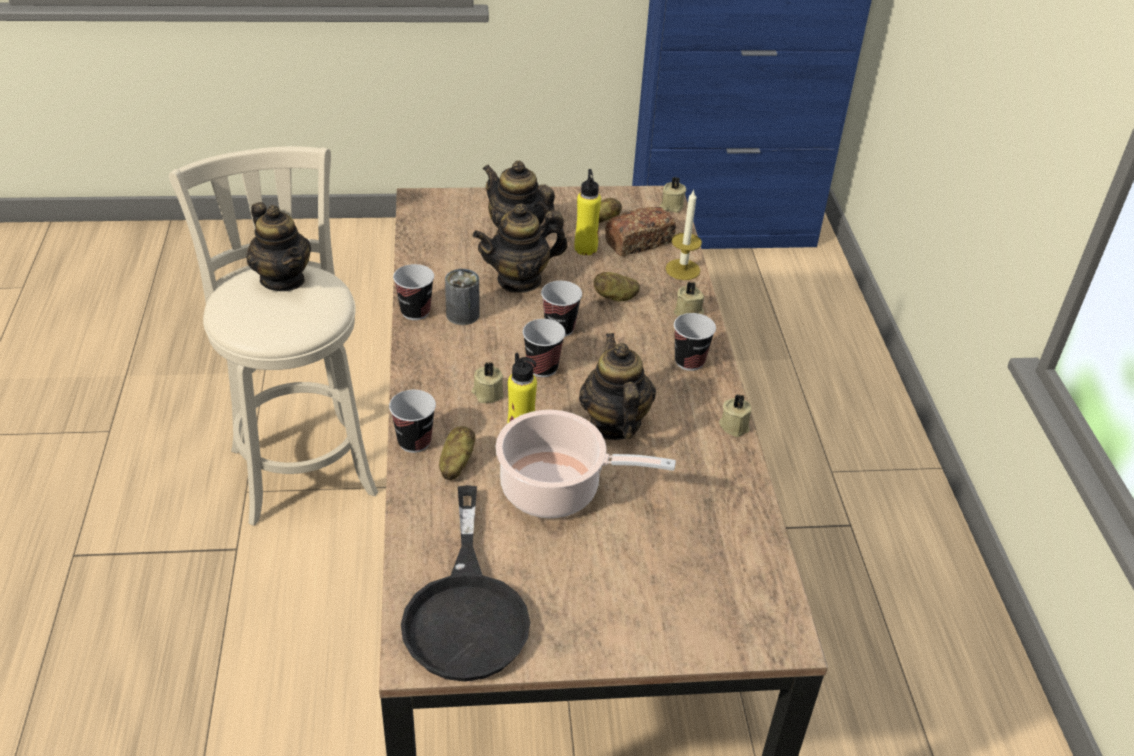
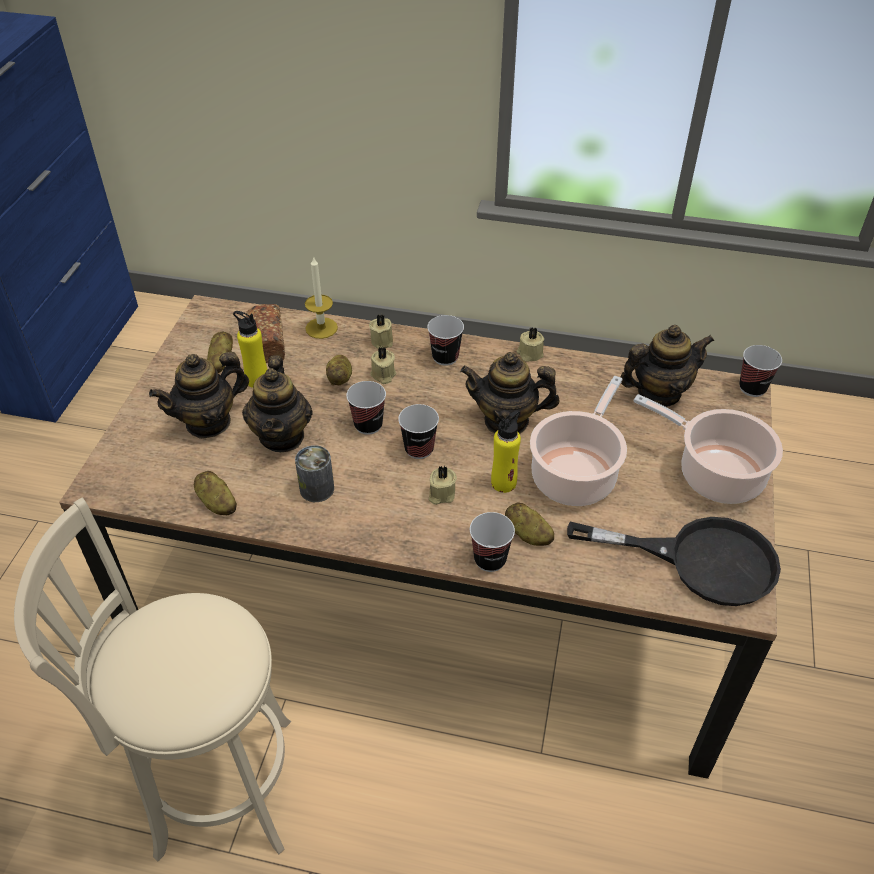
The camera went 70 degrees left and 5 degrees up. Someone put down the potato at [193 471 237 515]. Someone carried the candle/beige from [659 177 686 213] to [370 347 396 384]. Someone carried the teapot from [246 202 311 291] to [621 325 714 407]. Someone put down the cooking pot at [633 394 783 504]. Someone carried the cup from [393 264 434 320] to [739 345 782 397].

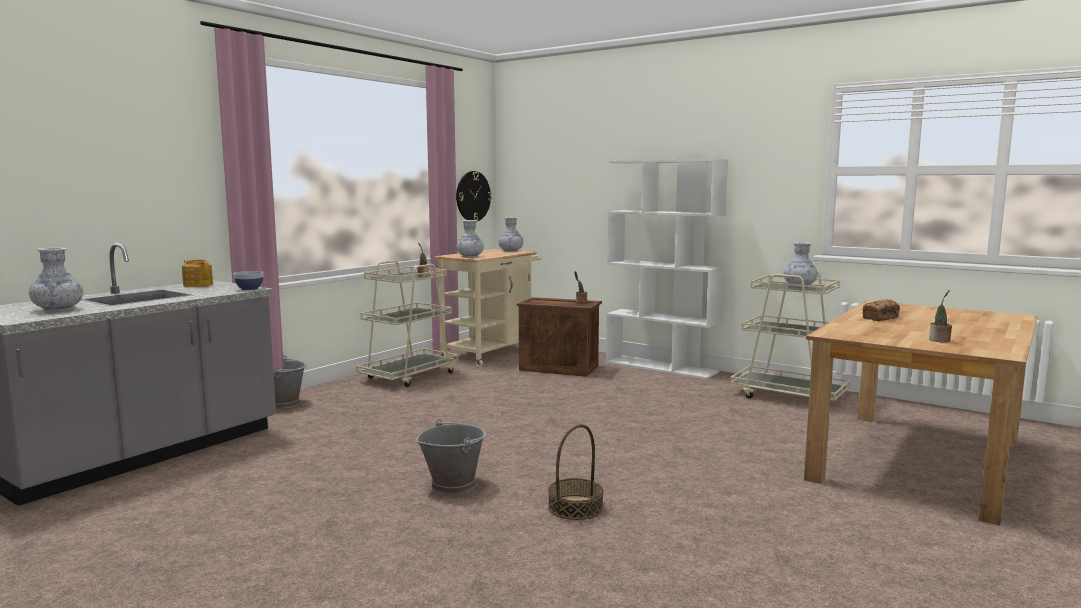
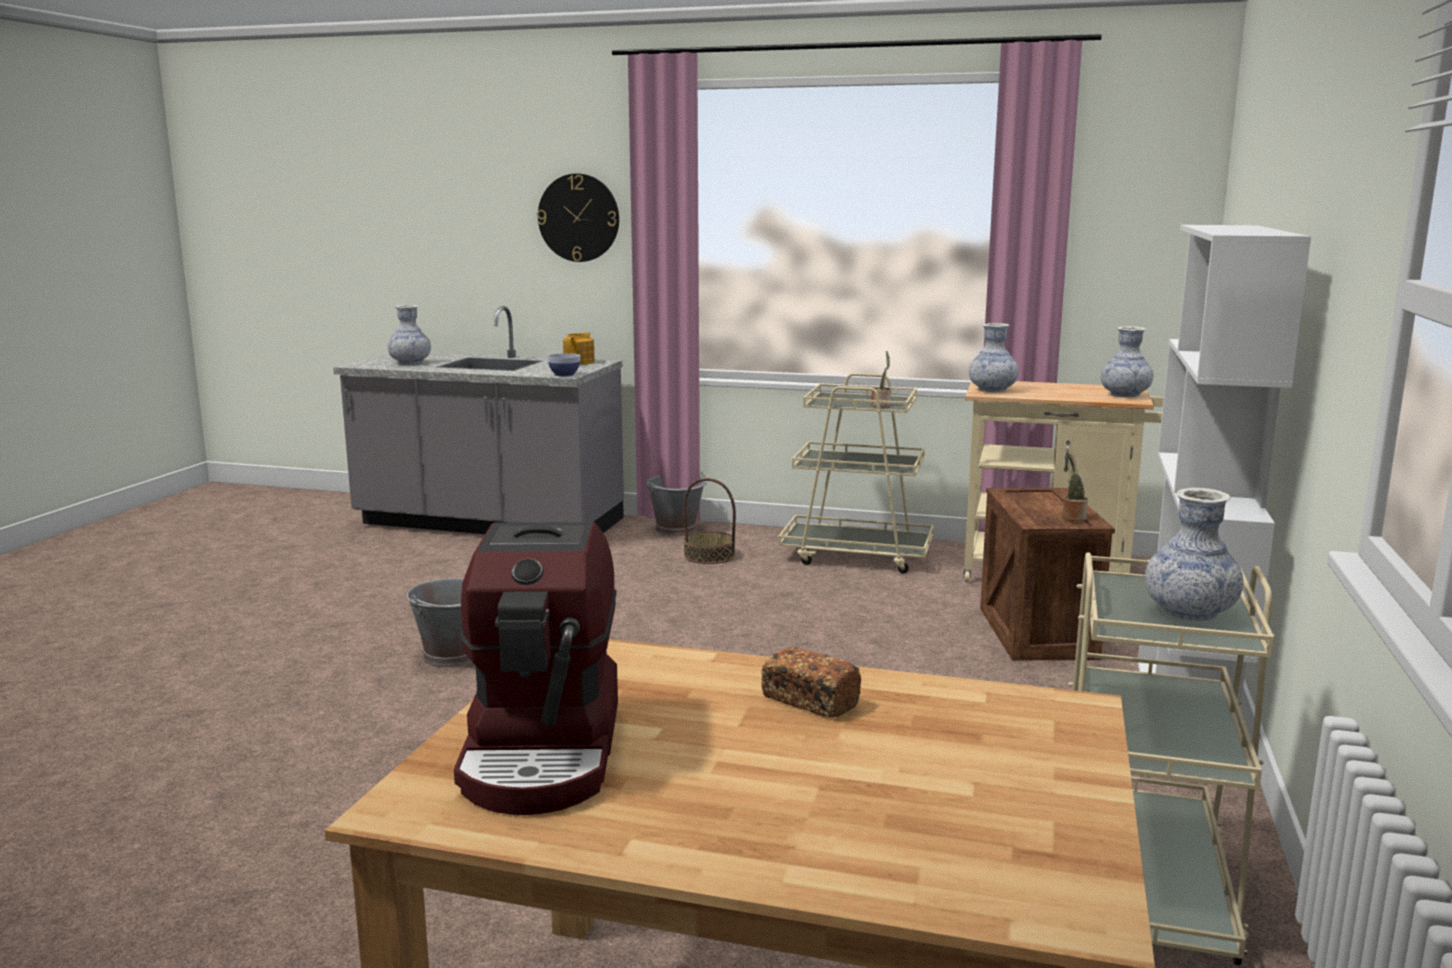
The camera went 70 degrees right and 5 degrees up. Someone swapped the potted plant at [929 290 952 343] for the coffee machine at [454 522 618 815]. Someone carried the wall clock from [456 171 492 221] to [537 174 619 262]. Someone carried the basket from [548 424 604 520] to [683 478 736 564].

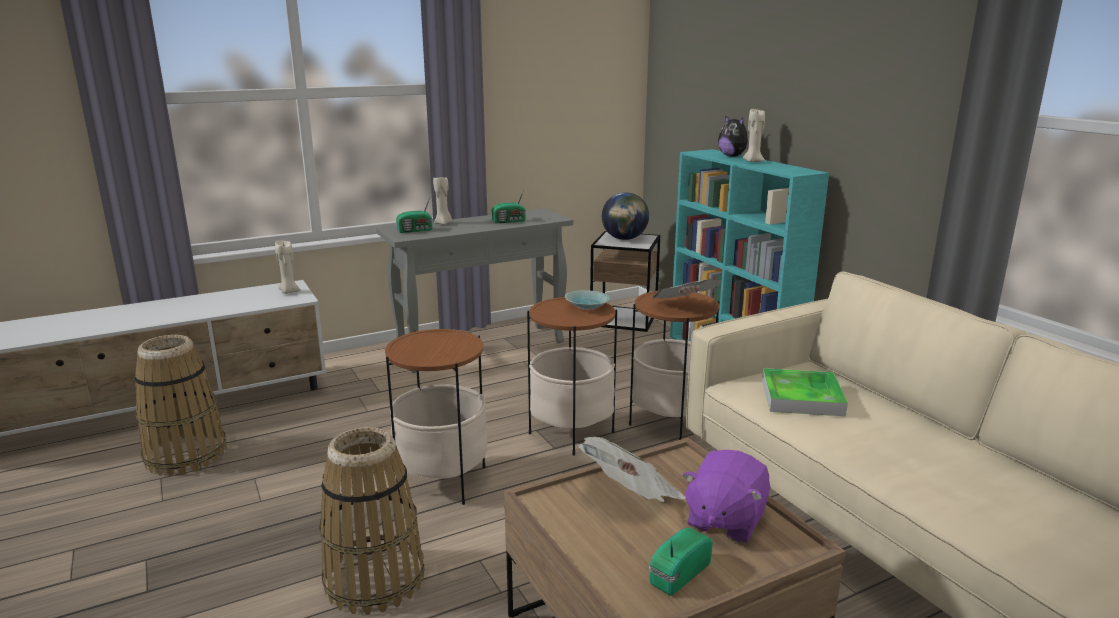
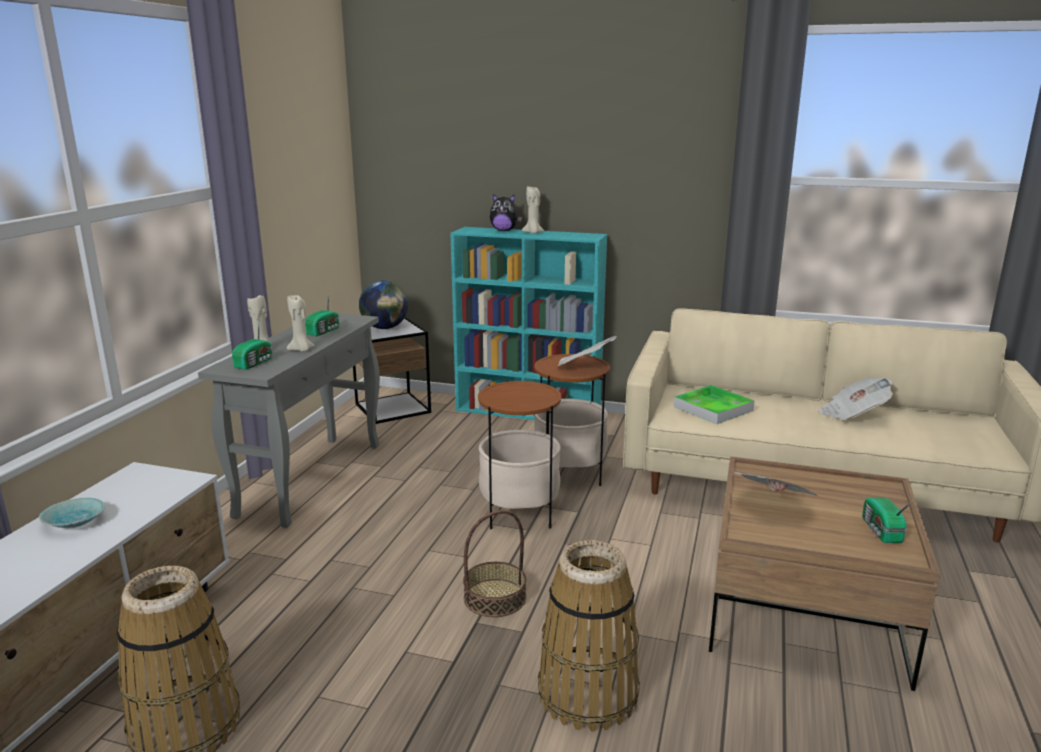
The camera went 45 degrees left and 0 degrees up. Someone carried the bowl/turquoise from [565 290 610 310] to [39 498 105 528]. Someone carried the candle/beige from [275 240 301 294] to [287 295 314 351]. Someone swapped the side table at [385 329 487 505] for the basket at [463 510 527 617]. Someone put down the newspaper at [818 377 893 421]. Someone took away the plush toy/purple at [682 450 770 543].

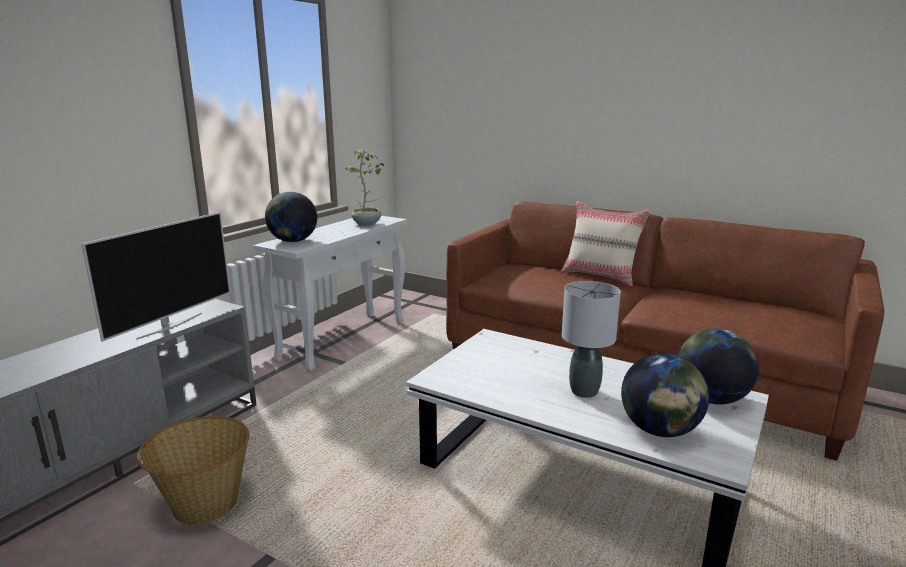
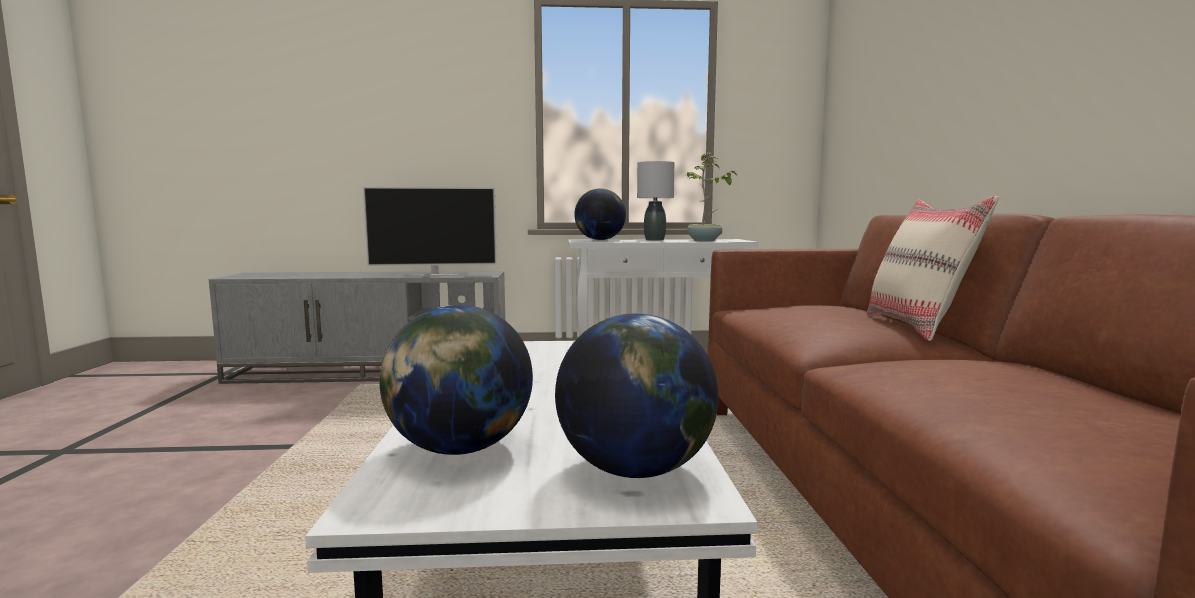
The camera went 55 degrees right and 10 degrees down. Someone carried the table lamp/grey from [562 281 621 398] to [637 161 674 240]. Someone took away the basket at [137 416 250 525].

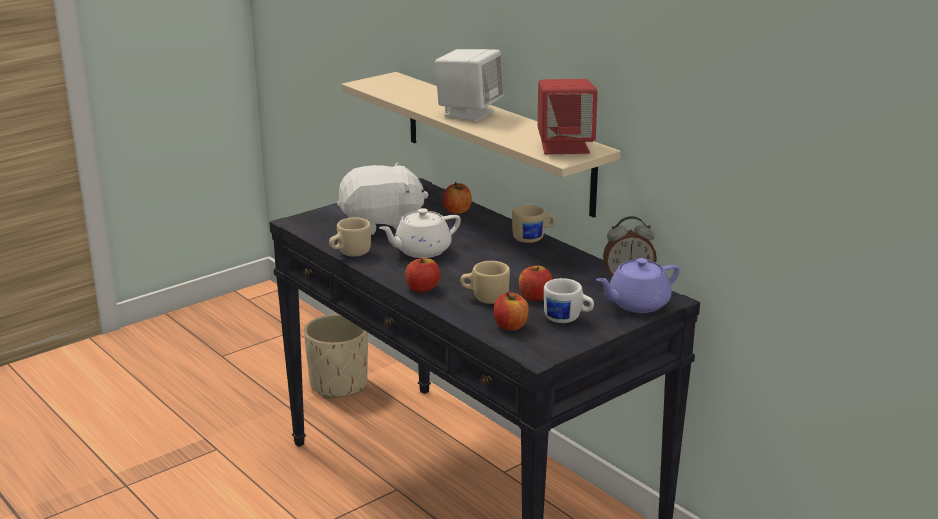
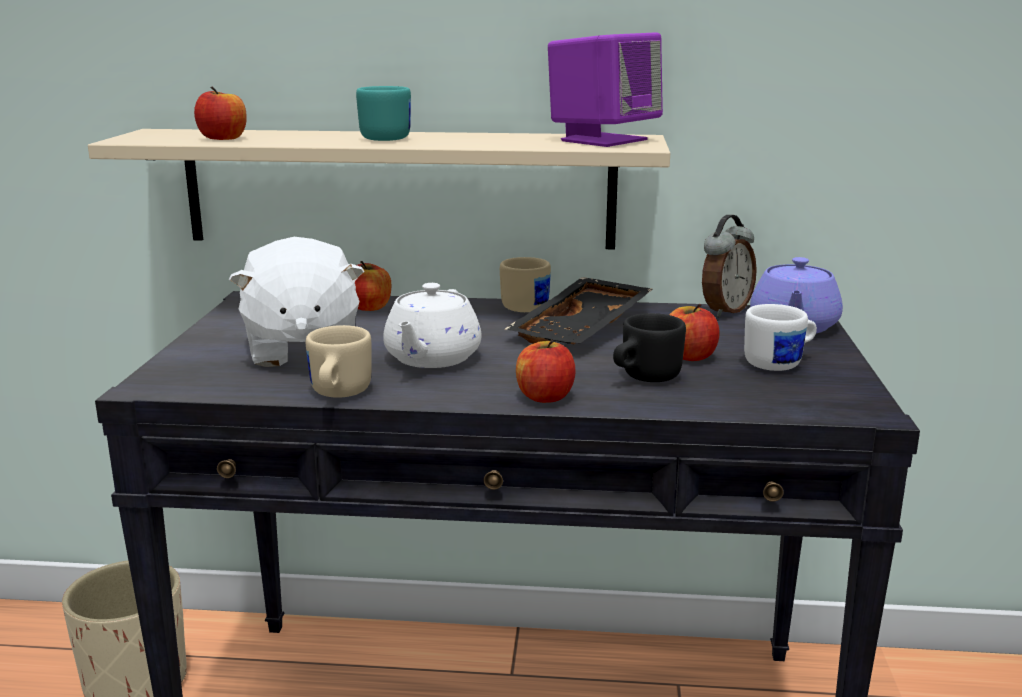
The camera went 45 degrees left and 5 degrees down. Someone carried the apple from [494 292 529 330] to [194 87 247 140]. Someone rotated the plush toy/white at [337 163 429 235] by 135 degrees clockwise. Someone swapped the speaker/white at [435 49 503 122] for the mug/turquoise at [356 86 411 141]. Someone put down the tray/black at [505 277 653 344]. Someone repainted the speaker/red at [538 79 597 154], which became the speaker/purple at [548 32 663 147]. Someone repainted the mug/beige at [460 261 510 304], which became the mug/black at [613 313 686 382].

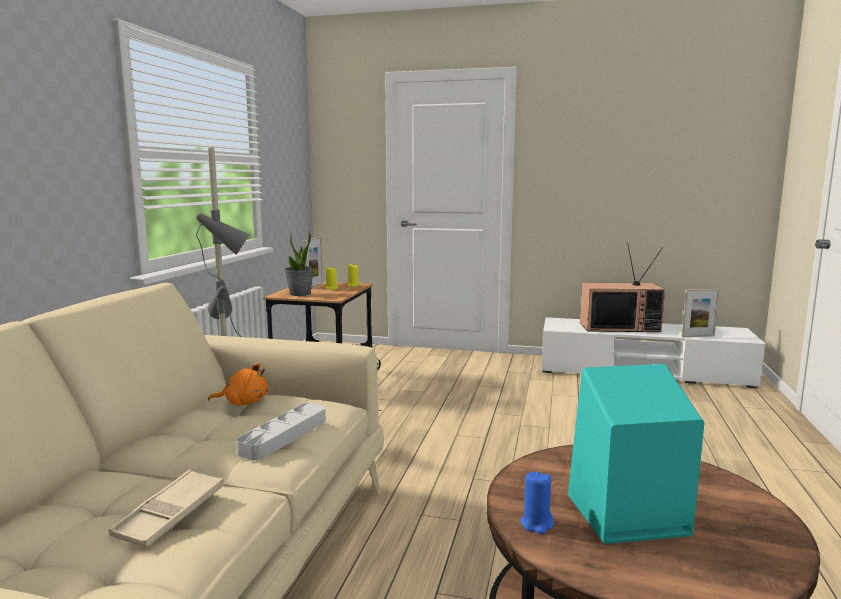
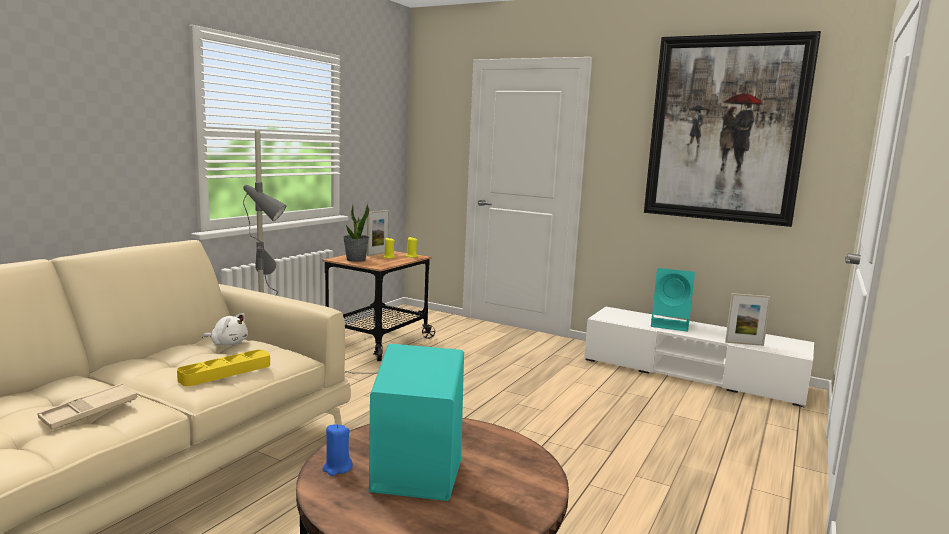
The camera went 15 degrees right and 0 degrees up. Someone repainted the tray/grey at [236 403 326 460], which became the tray/yellow at [177 350 270 386]. Someone repainted the plush toy/orange at [208 363 268 405], which became the plush toy/white at [202 313 248 345]. Someone put up the picture at [644 31 821 227]. Someone swapped the television at [580 243 665 332] for the speaker/turquoise at [651 268 695 332].

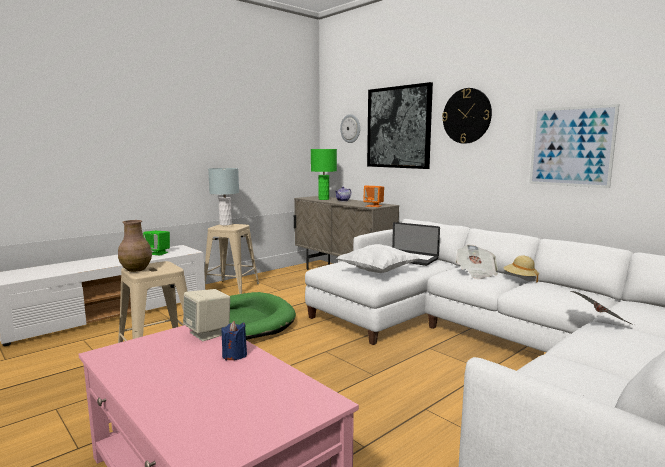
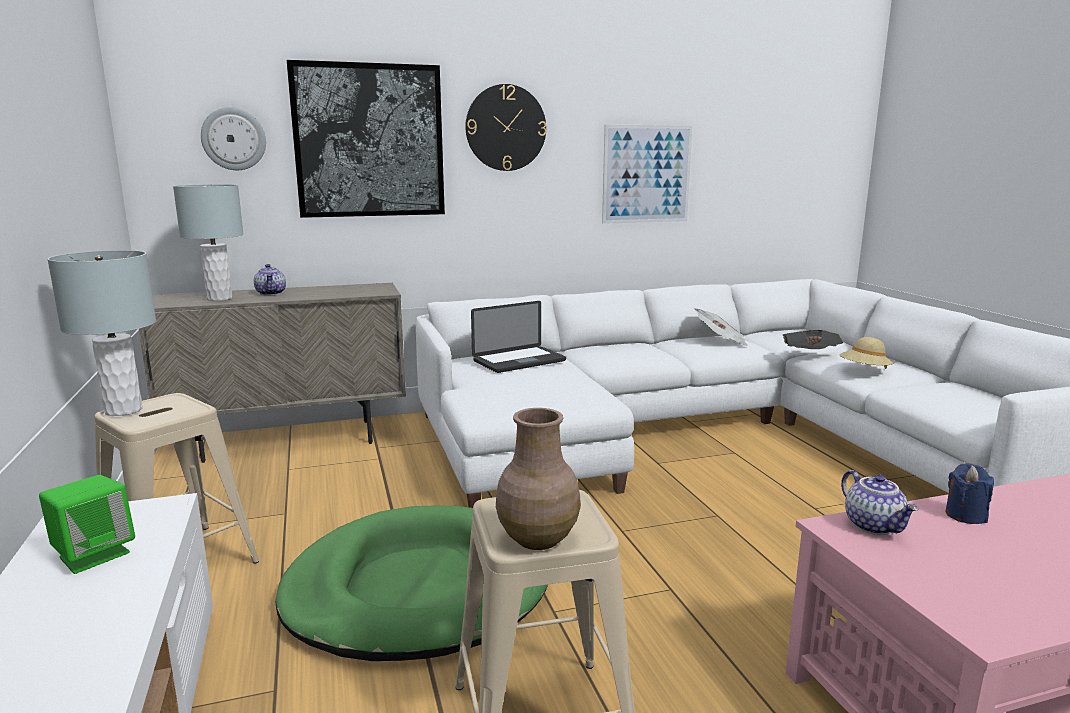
The camera went 65 degrees left and 5 degrees up. Someone repainted the table lamp/green at [311 149 337 200], which became the table lamp/grey at [173 184 244 301]. Someone carried the newspaper from [456 245 498 279] to [694 308 748 346]. Someone carried the hat/beige from [503 256 540 282] to [839 337 893 369]. Someone swapped the speaker/beige at [183 289 230 341] for the teapot at [841 470 918 535]. Someone took away the pillow/white at [337 244 420 273]. Someone took away the speaker/orange at [363 186 384 207].

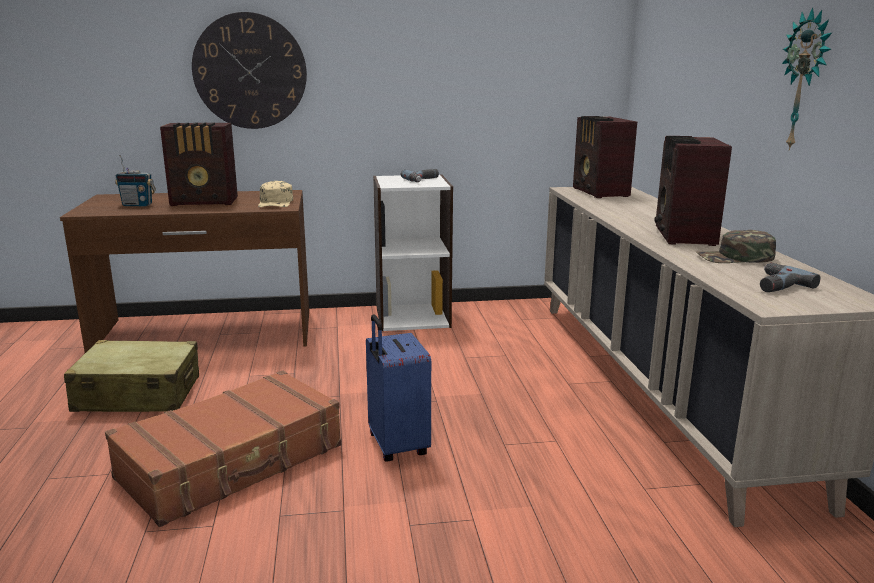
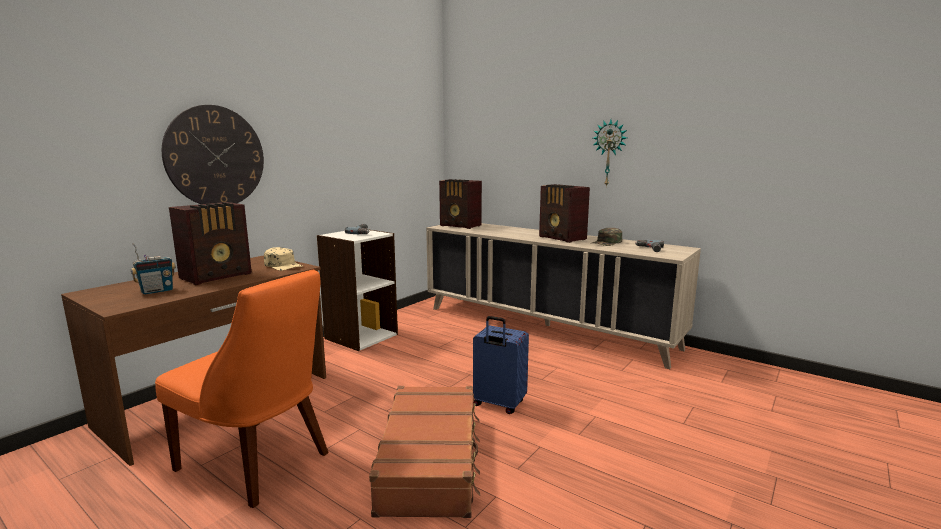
The camera went 45 degrees left and 5 degrees down. Someone swapped the suitcase/beige at [64 340 199 412] for the chair/orange at [155 270 329 508].

